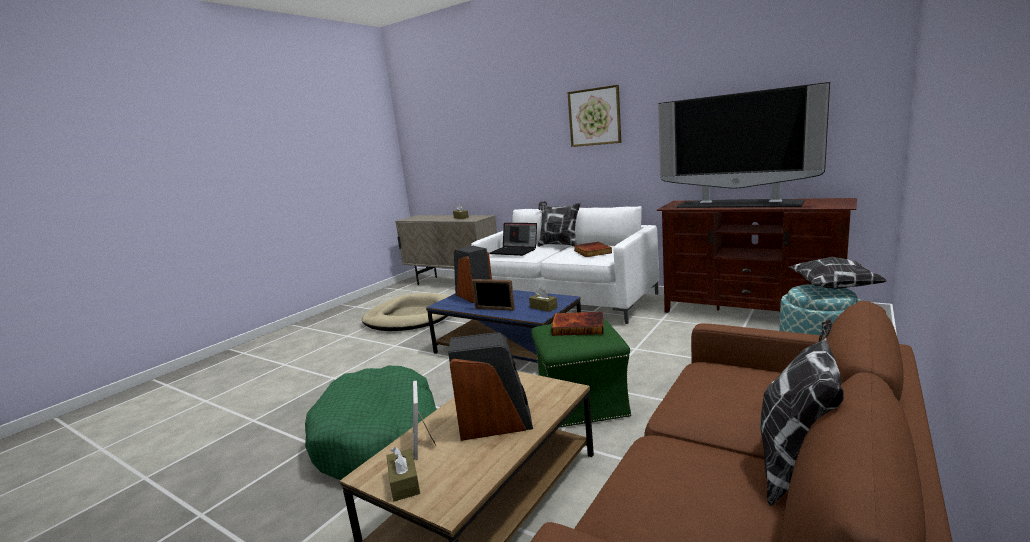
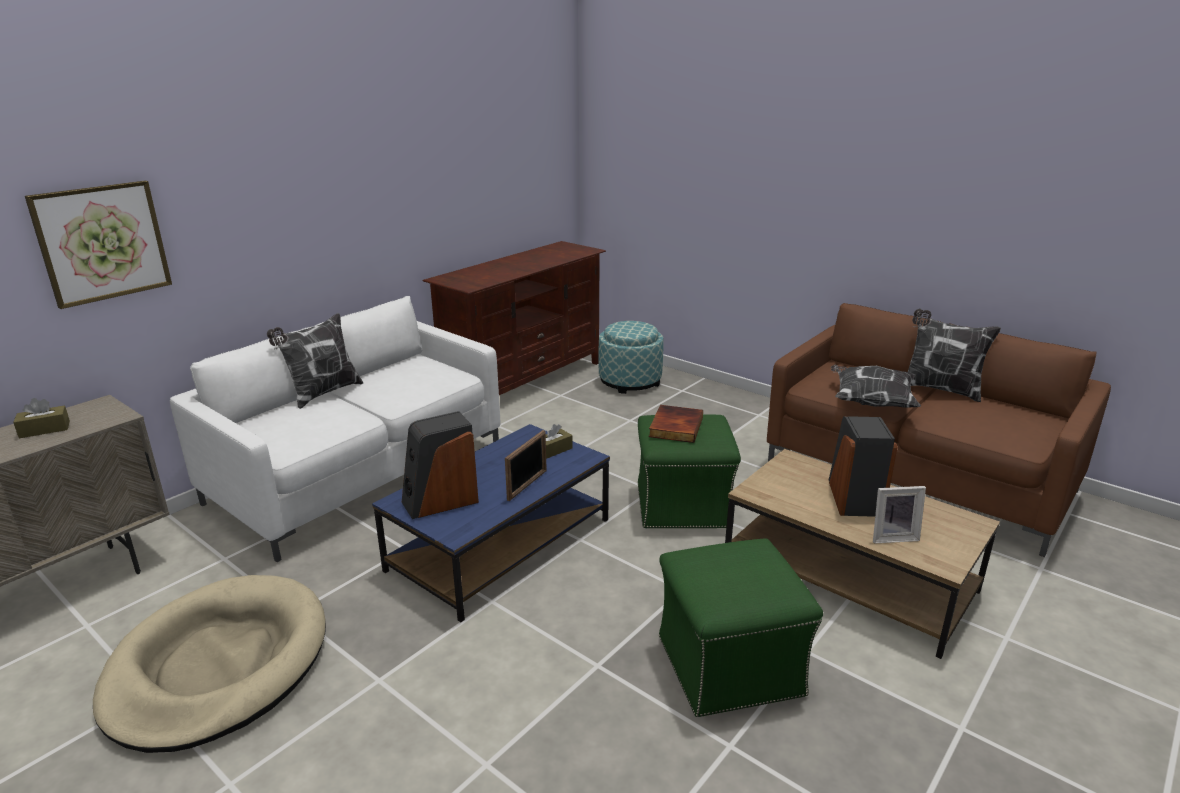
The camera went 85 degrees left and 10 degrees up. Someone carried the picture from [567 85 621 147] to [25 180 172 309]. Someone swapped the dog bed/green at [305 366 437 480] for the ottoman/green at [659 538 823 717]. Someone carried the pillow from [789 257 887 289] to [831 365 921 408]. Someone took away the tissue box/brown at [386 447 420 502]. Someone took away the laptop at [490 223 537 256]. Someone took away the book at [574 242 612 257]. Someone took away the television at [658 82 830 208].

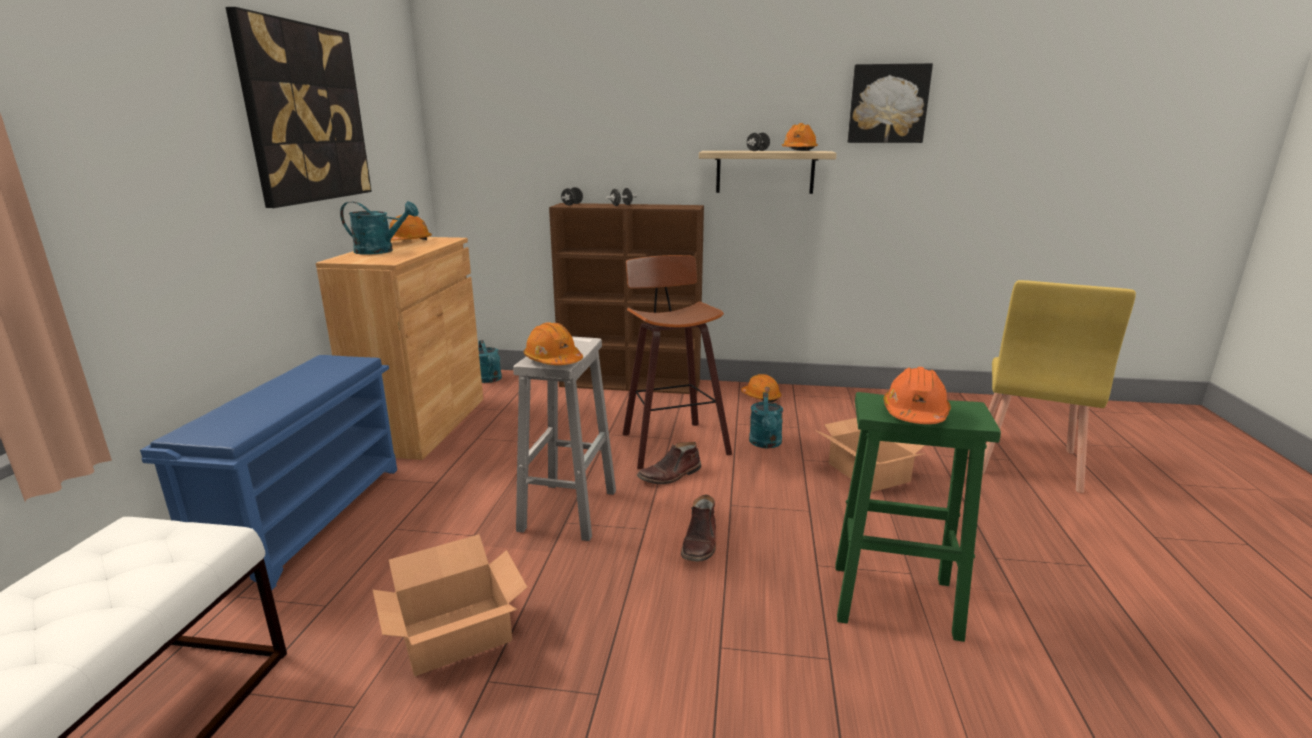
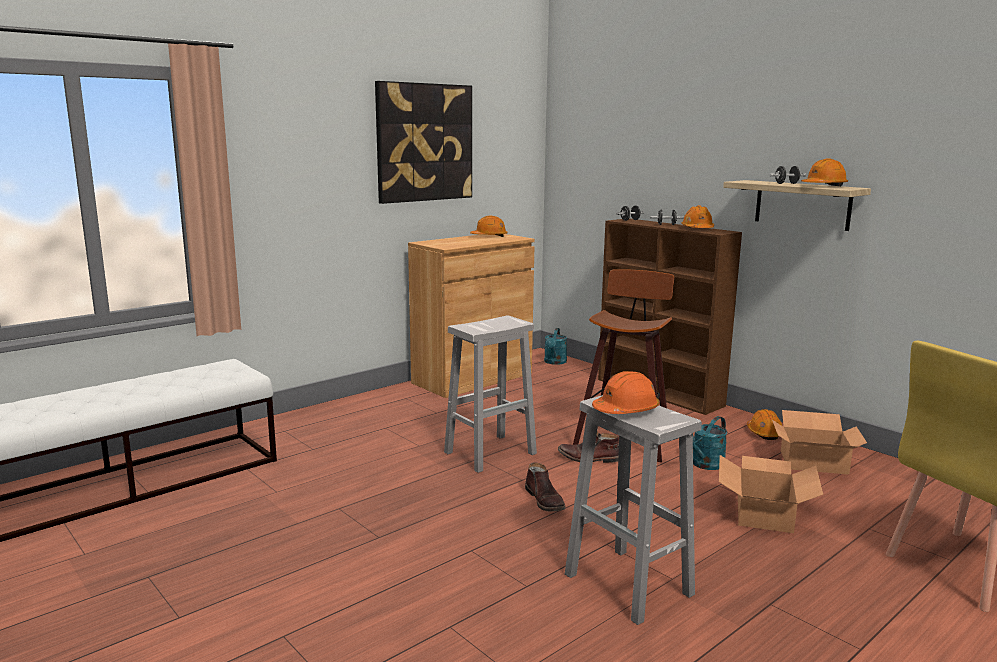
The camera went 40 degrees right and 5 degrees down. Someone rotated the boot/brown at [681 495 716 562] by 75 degrees counterclockwise. Someone repainted the stool/green at [835 392 1001 642], which became the stool/white at [565 395 702 625]. Someone carried the hard hat/orange from [524 322 583 365] to [681 205 714 228]. Someone carried the cardboard box from [373 534 528 676] to [772 410 867 475]. Someone took away the shoe rack/blue at [140 355 397 590]. Someone took away the watering can/turquoise at [340 201 419 255]. Someone took away the picture at [848 63 933 143].

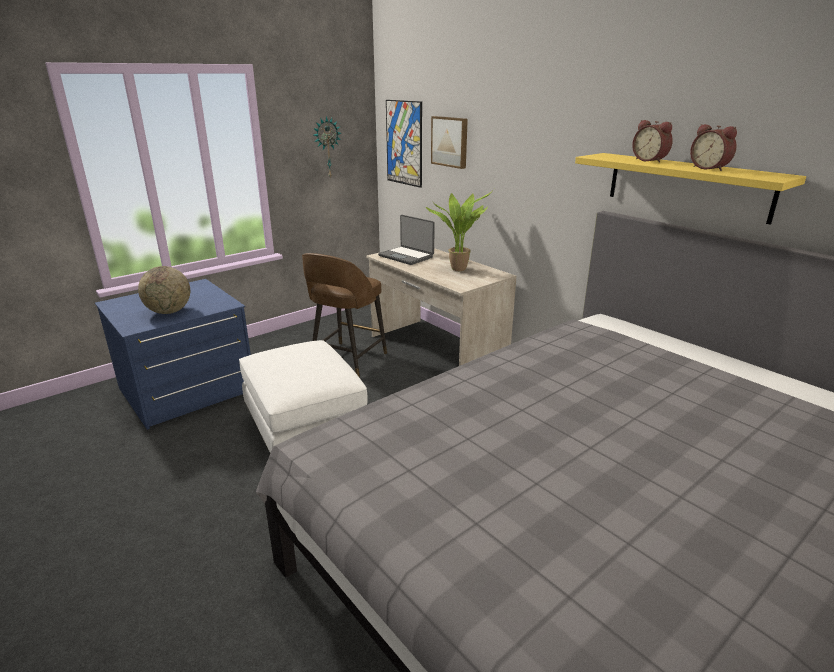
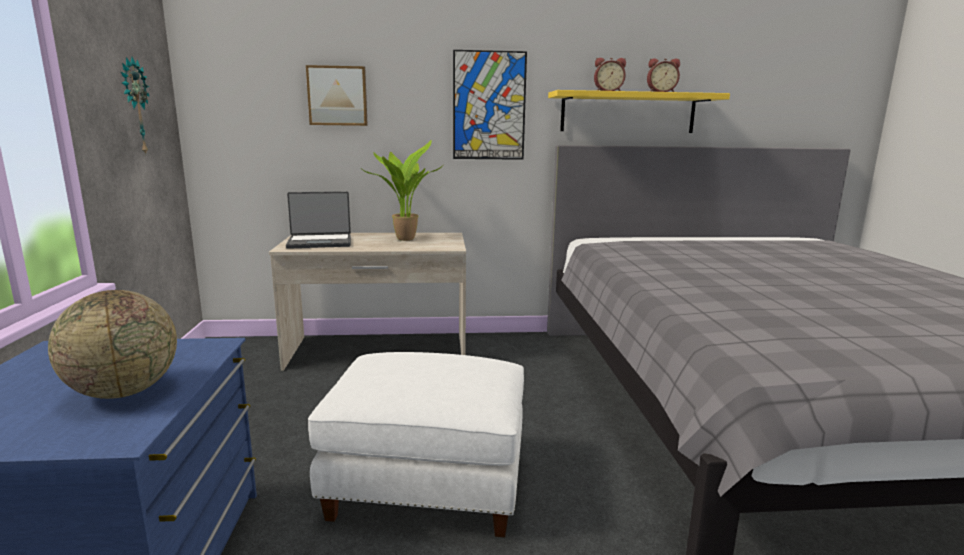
The camera went 55 degrees left and 10 degrees down. Someone carried the picture from [386 100 422 188] to [453 50 527 160]. Someone took away the stool/brown at [302 253 387 378].

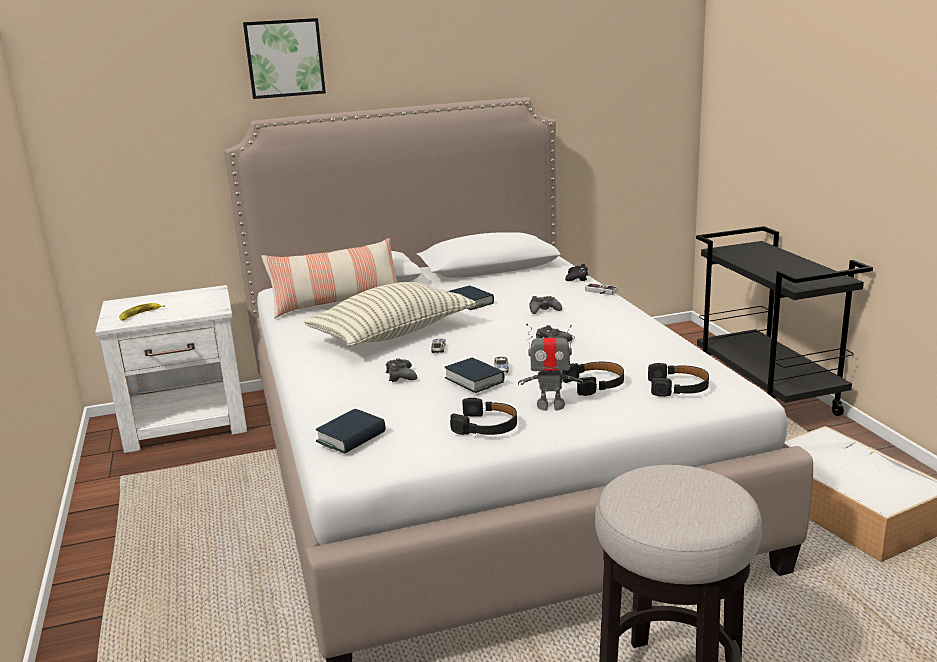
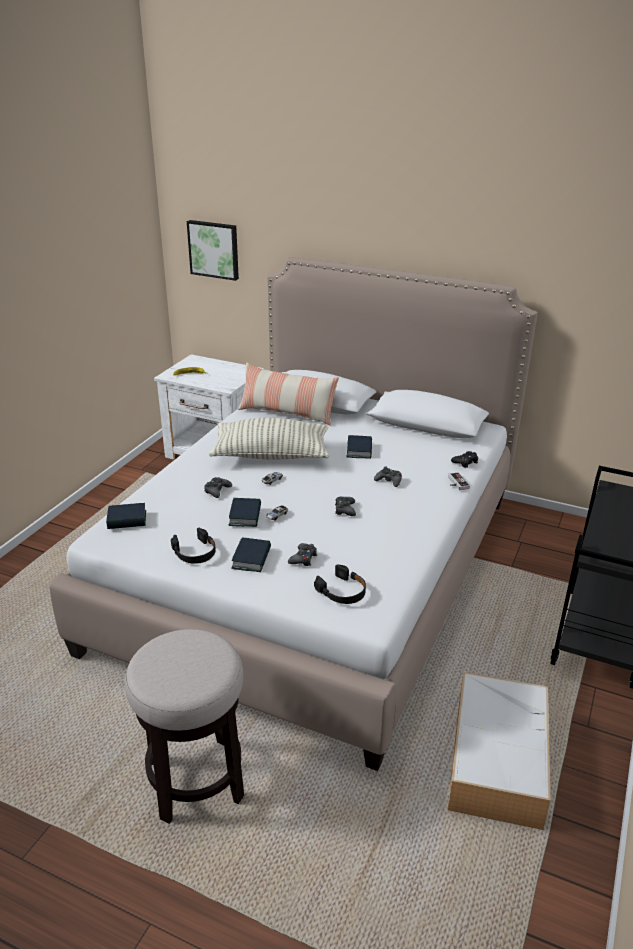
The camera went 40 degrees right and 10 degrees up. Someone carried the picture from [243 18 326 99] to [187 220 239 281]. Someone swapped the toy robot at [518 324 583 411] for the book at [231 537 271 572]. Someone swapped the headphones/black at [562 362 624 396] for the game controller/black at [288 543 317 566].

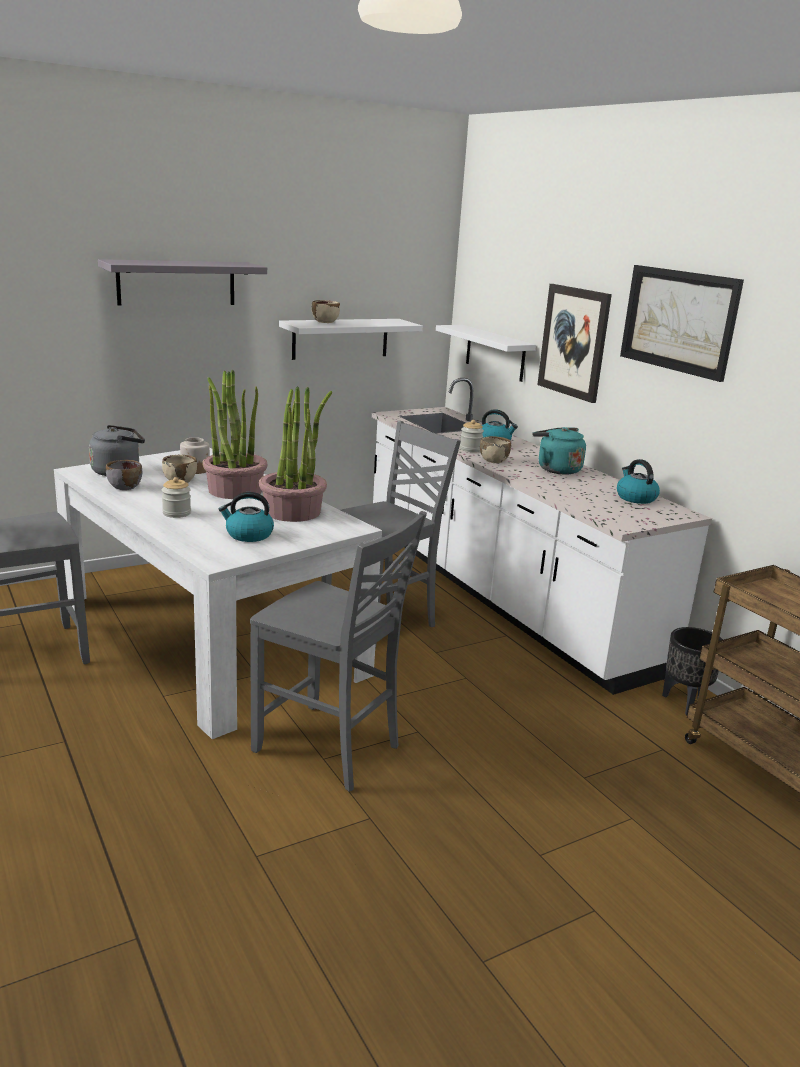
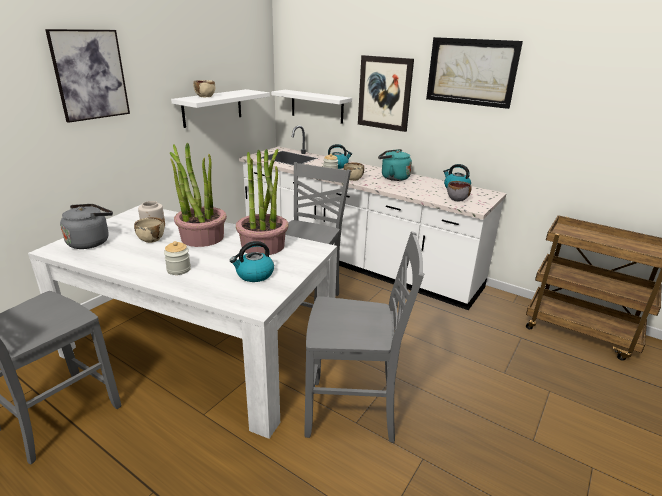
The camera went 25 degrees left and 5 degrees up. Someone swapped the shelf/grey at [98 259 267 306] for the picture at [45 29 130 123]. Someone carried the bowl/grey from [106 460 142 490] to [447 181 472 201]. Someone took away the planter/black at [662 627 723 716].

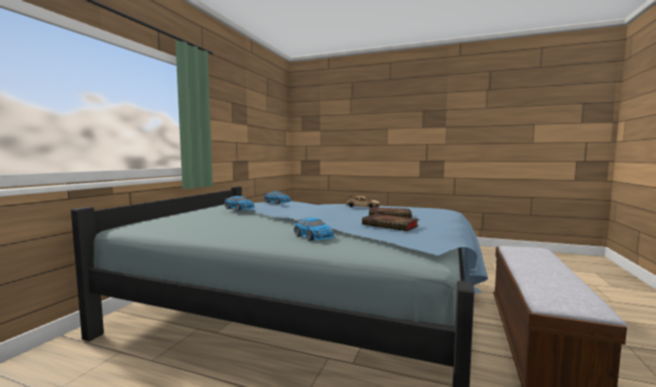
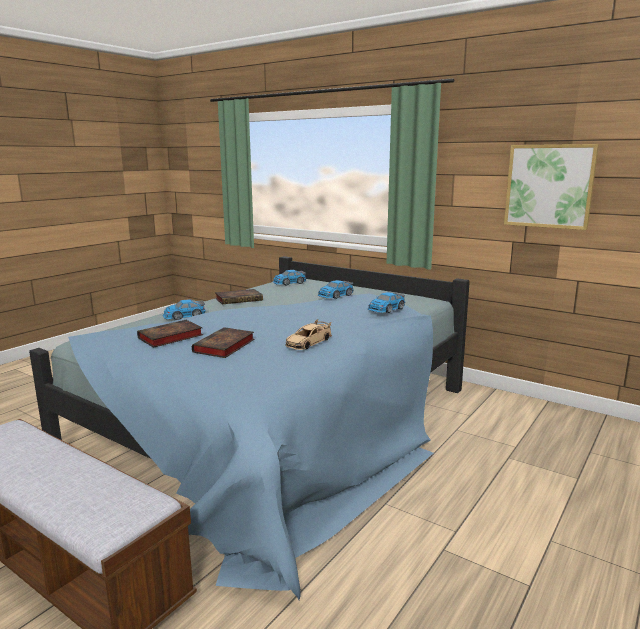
The camera went 105 degrees right and 10 degrees up. Someone put down the book at [215 289 263 304]. Someone put down the toy car at [273 270 306 286]. Someone put up the picture at [504 144 599 230].

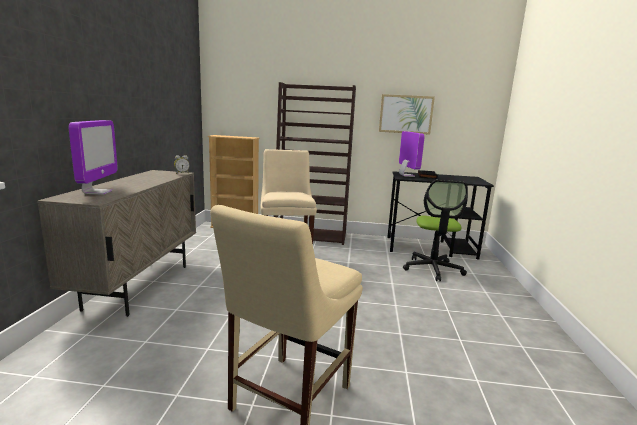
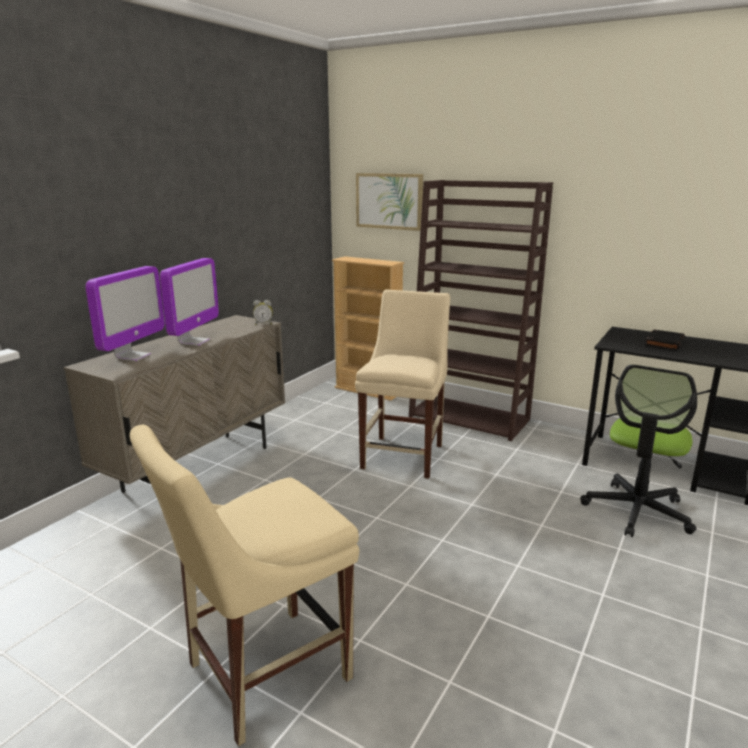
The camera went 25 degrees right and 5 degrees up. Someone carried the monitor from [399 131 425 177] to [160 258 219 346]. Someone carried the picture from [379 94 435 135] to [356 173 423 231].

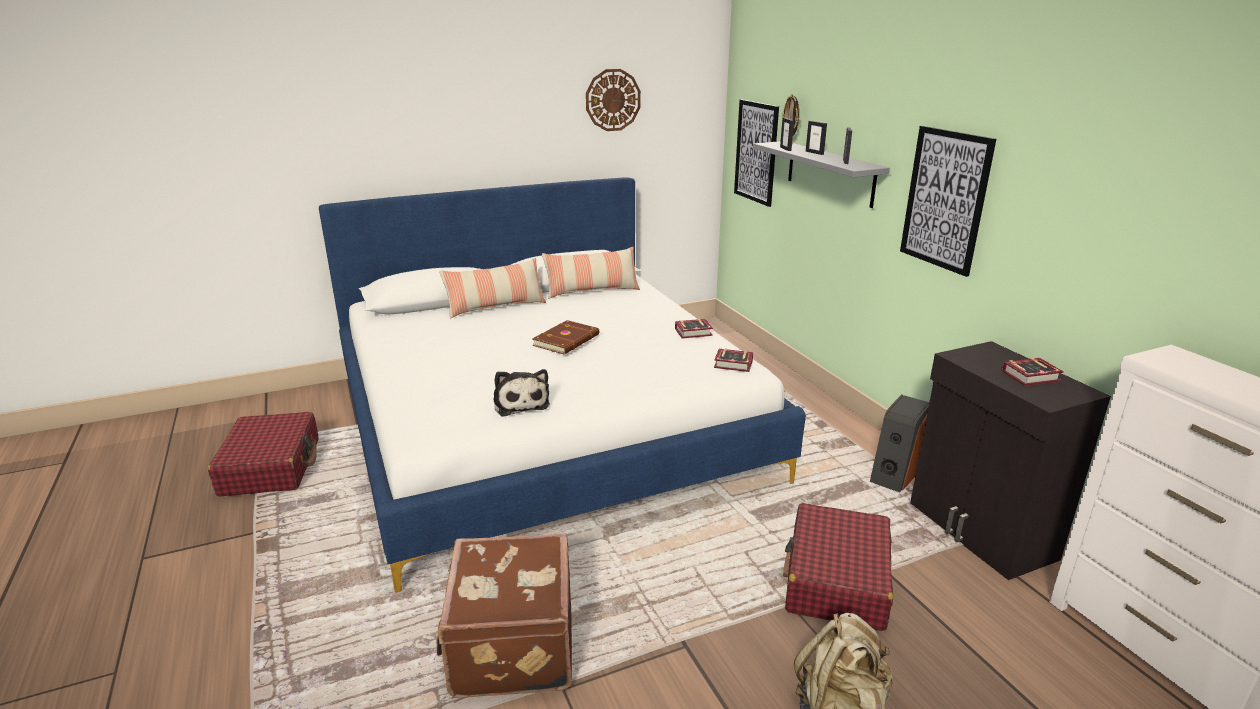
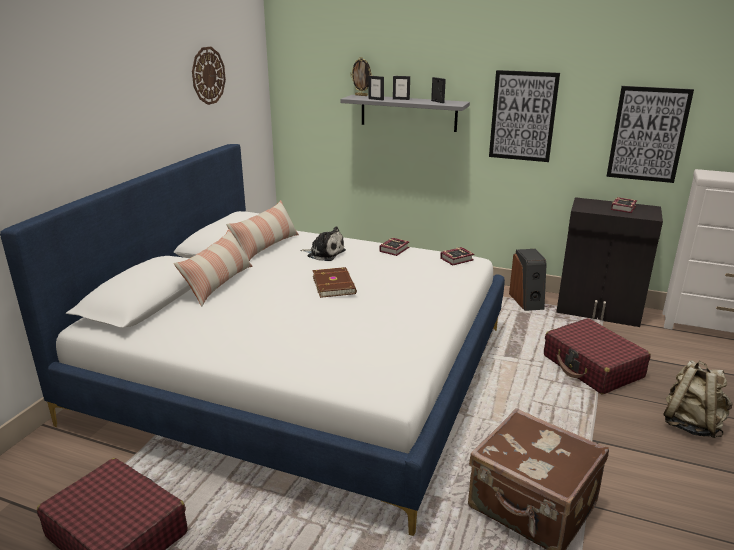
The camera went 45 degrees left and 0 degrees up. Someone carried the plush toy from [494 369 550 417] to [300 226 346 261]. Someone carried the picture from [734 99 779 207] to [606 86 694 183].

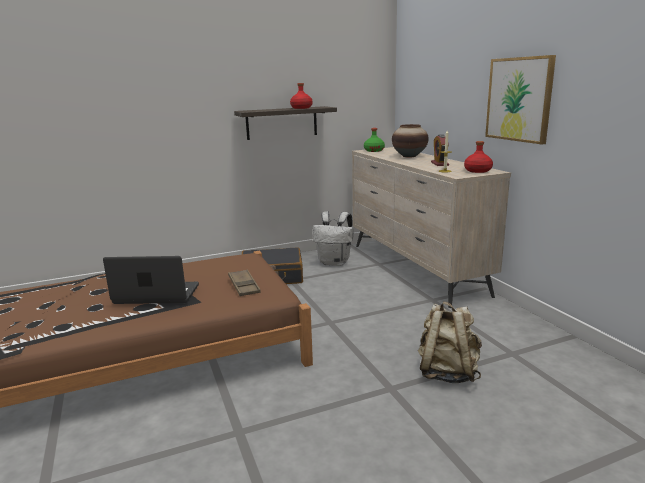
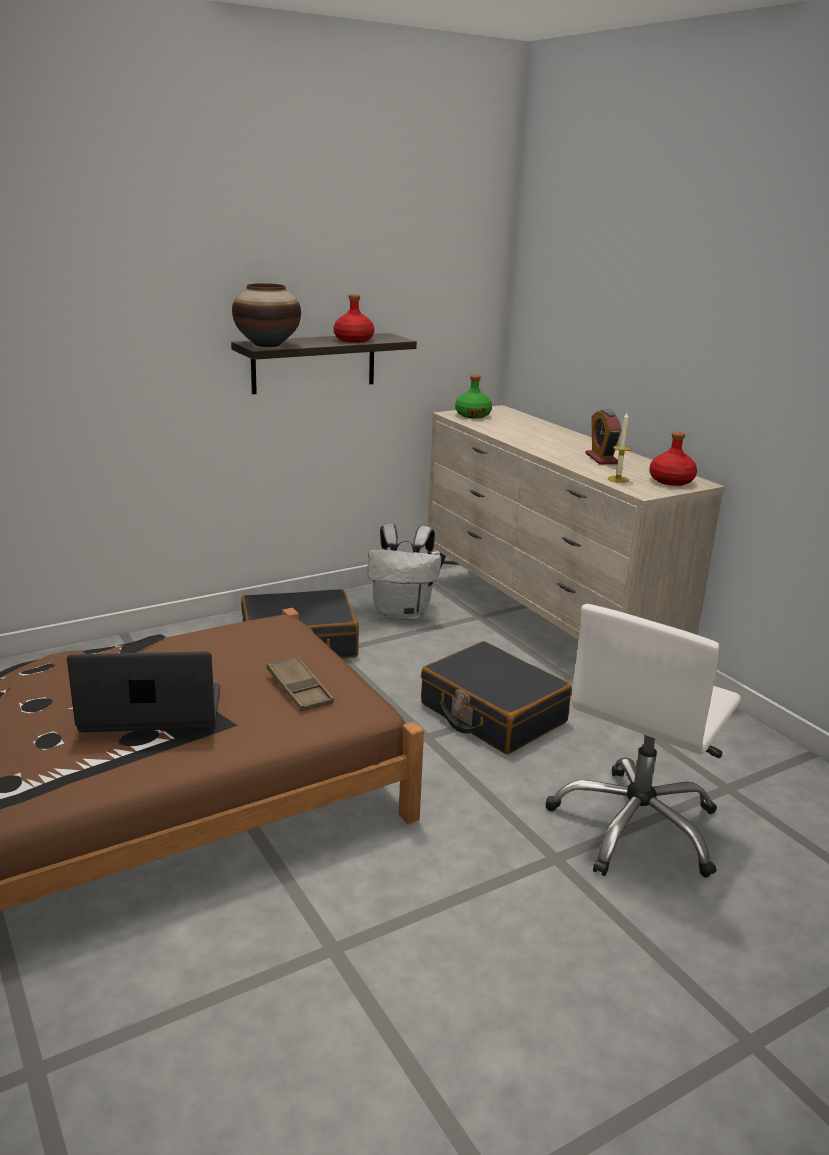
The camera went 10 degrees left and 5 degrees up. Someone carried the vase from [392 124 429 157] to [232 283 301 347]. Someone put down the suitcase/black at [421 641 572 754]. Someone swapped the backpack/beige at [418 301 482 383] for the office chair/white at [545 604 741 878]. Someone took away the picture at [485 55 556 144].

